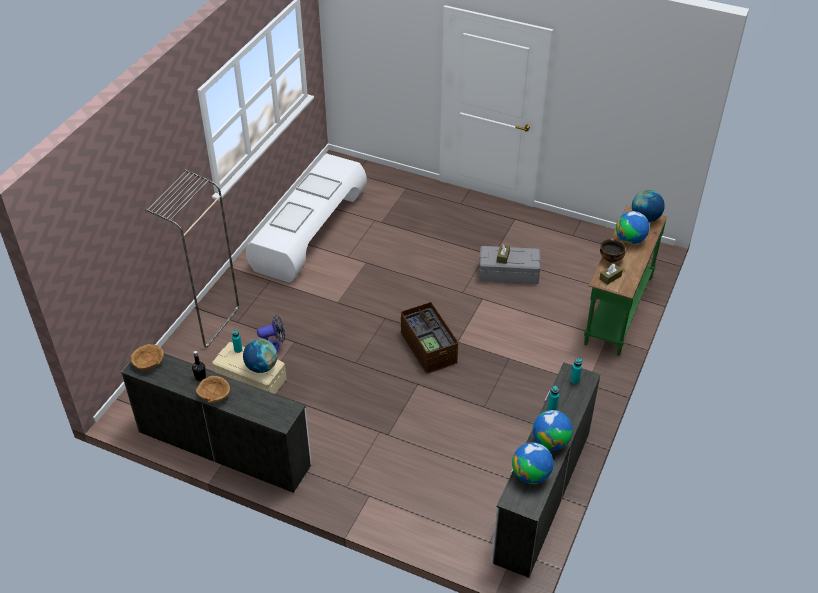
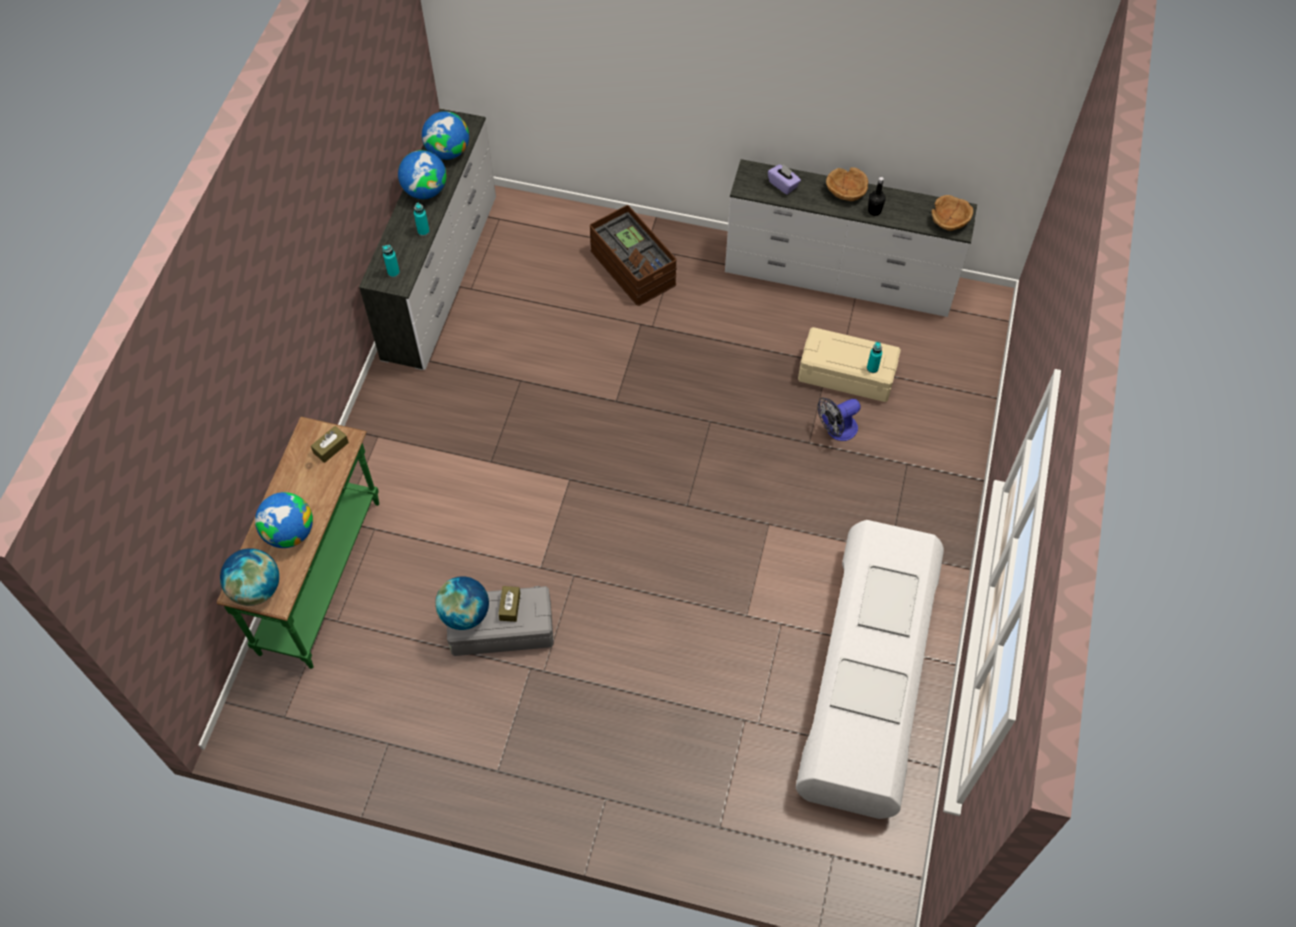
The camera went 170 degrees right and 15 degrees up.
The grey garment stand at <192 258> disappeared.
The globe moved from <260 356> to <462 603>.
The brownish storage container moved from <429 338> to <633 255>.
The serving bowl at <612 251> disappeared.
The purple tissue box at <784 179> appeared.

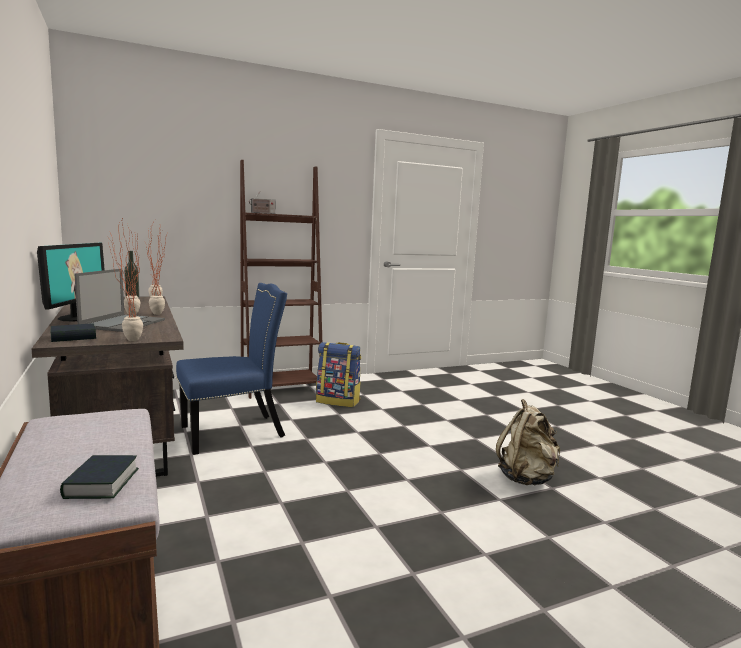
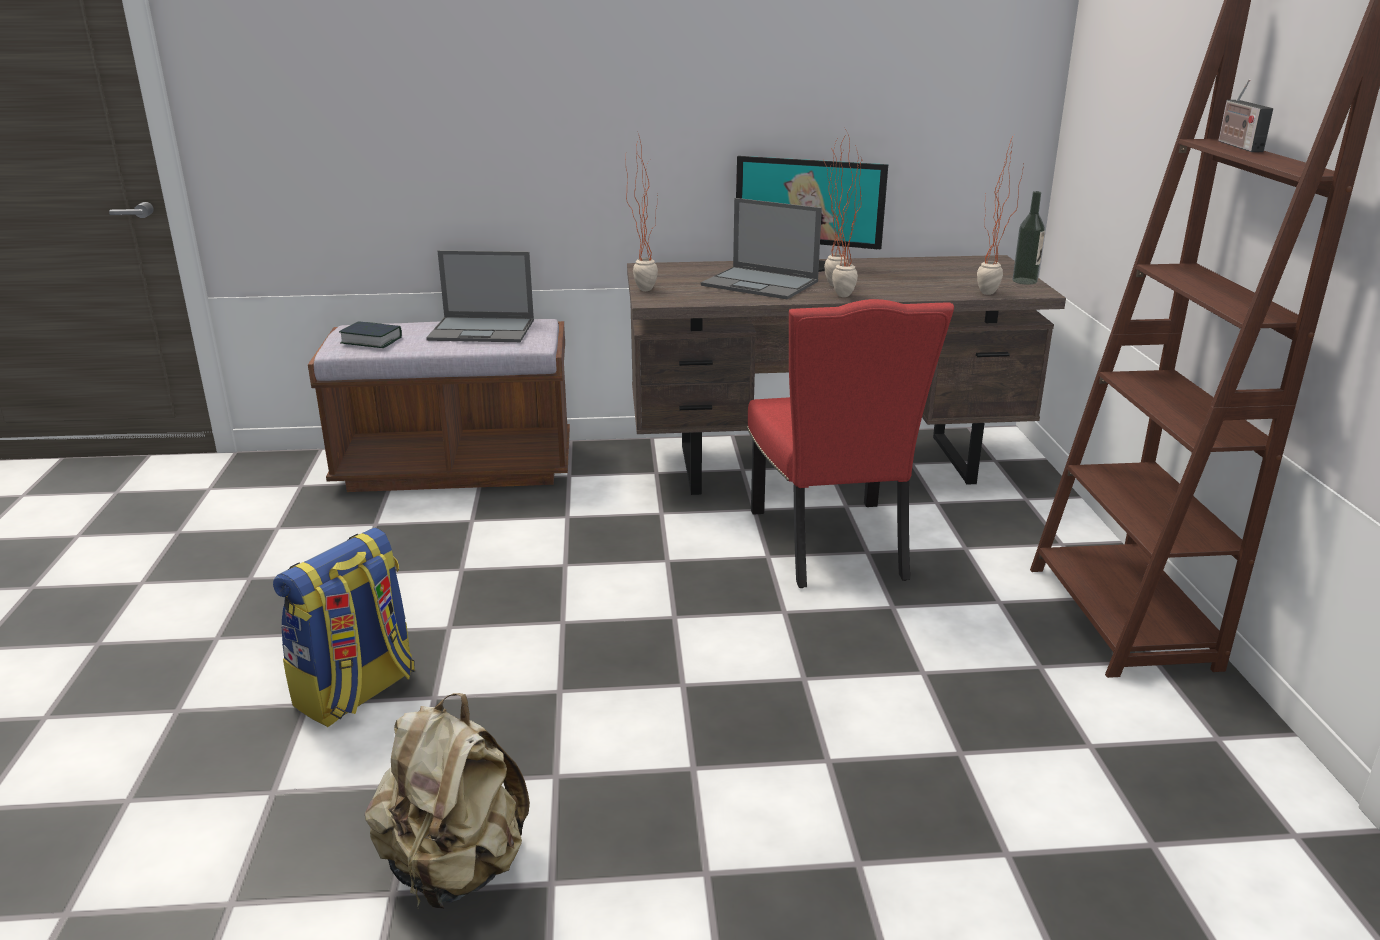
The camera went 110 degrees right and 15 degrees up.
The bound book at <73 332> disappeared.
The blue plain chair at <231 369> became the red plain chair at <850 443>.
The backpack moved from <338 374> to <344 627>.
The portable computer at <480 296> appeared.

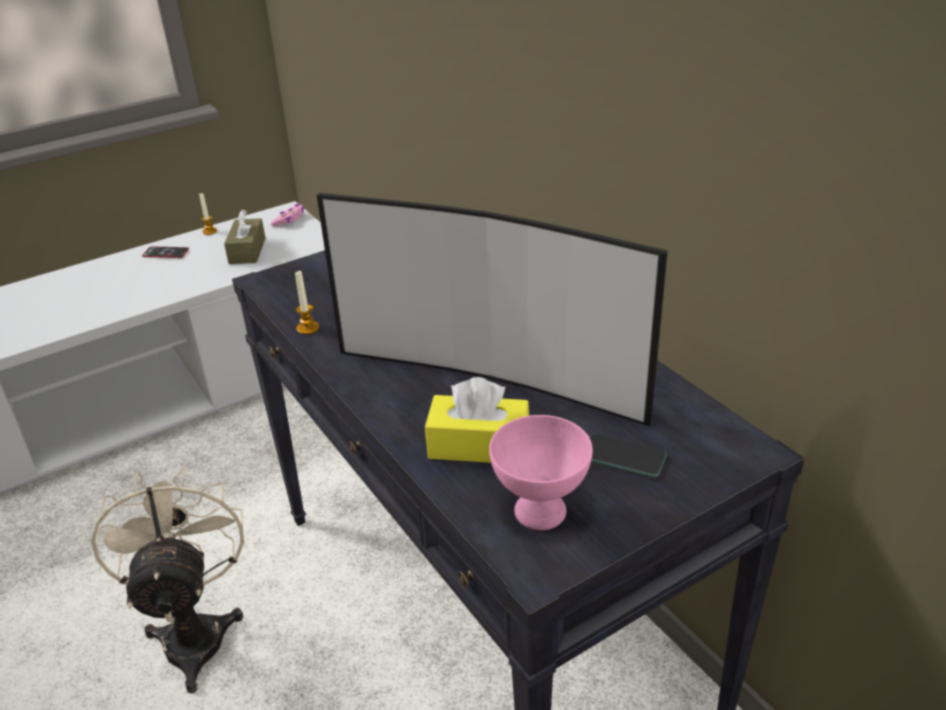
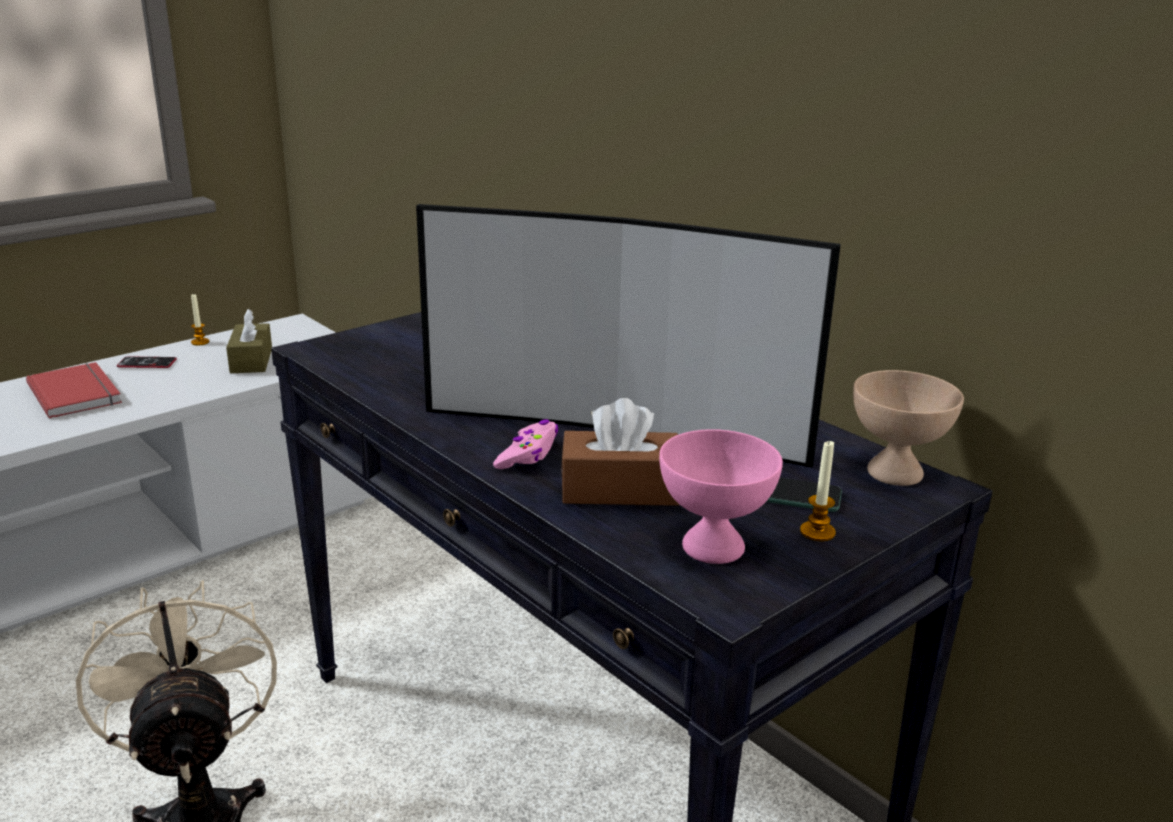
The camera went 10 degrees left and 10 degrees down.
The pink-coloured gamepad moved from <287 215> to <525 444>.
The wax candle moved from <307 303> to <818 490>.
The yellow-coloured tissue box at <477 420> became the brownish tissue box at <620 452>.
The red bound book at <74 390> appeared.
The beige-coloured serving bowl at <908 428> appeared.

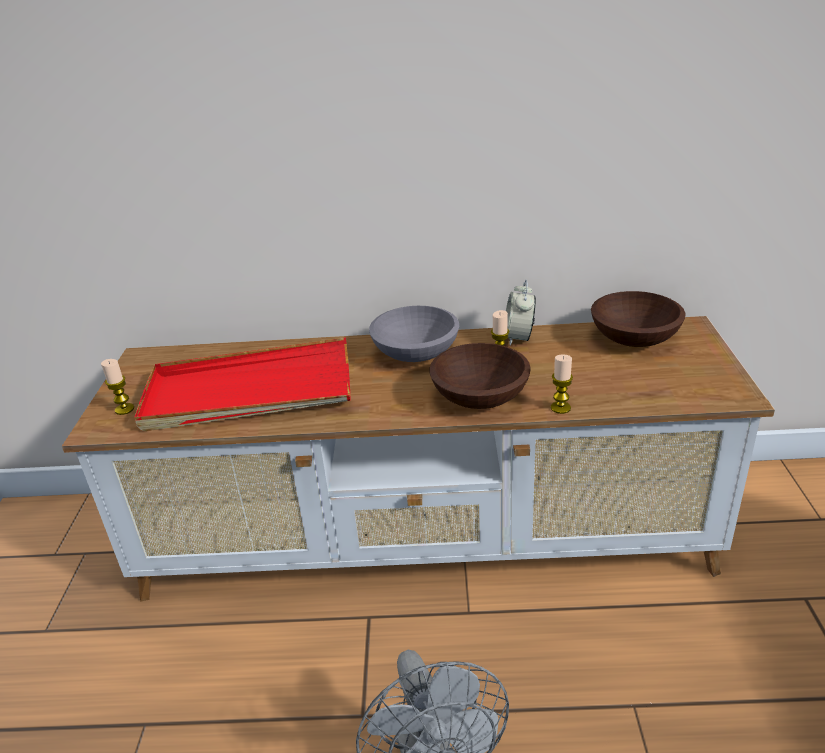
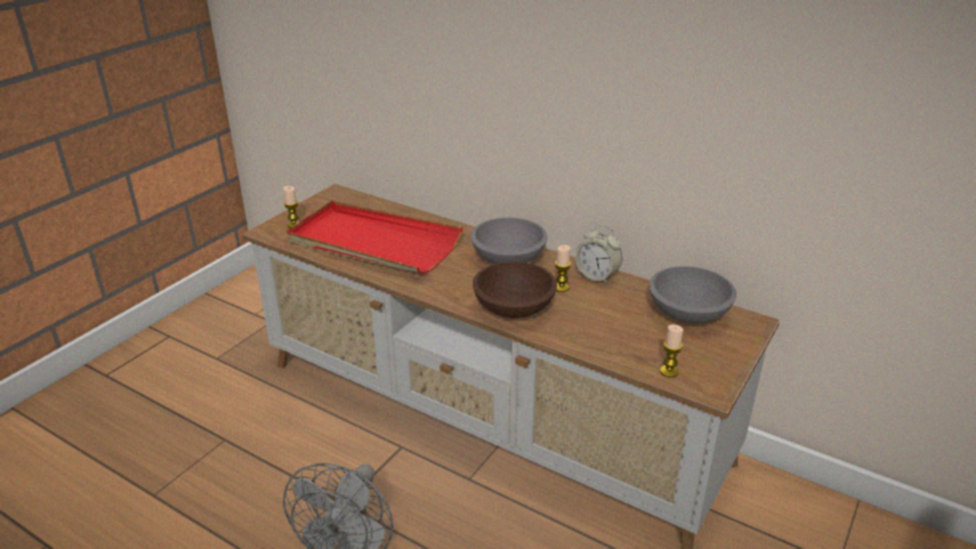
The camera went 30 degrees right and 0 degrees up.
The bedside clock at <521 313> turned 90 degrees counterclockwise.
The wax candle moved from <562 384> to <671 351>.
The brownish serving bowl at <638 319> became the grey serving bowl at <693 295>.

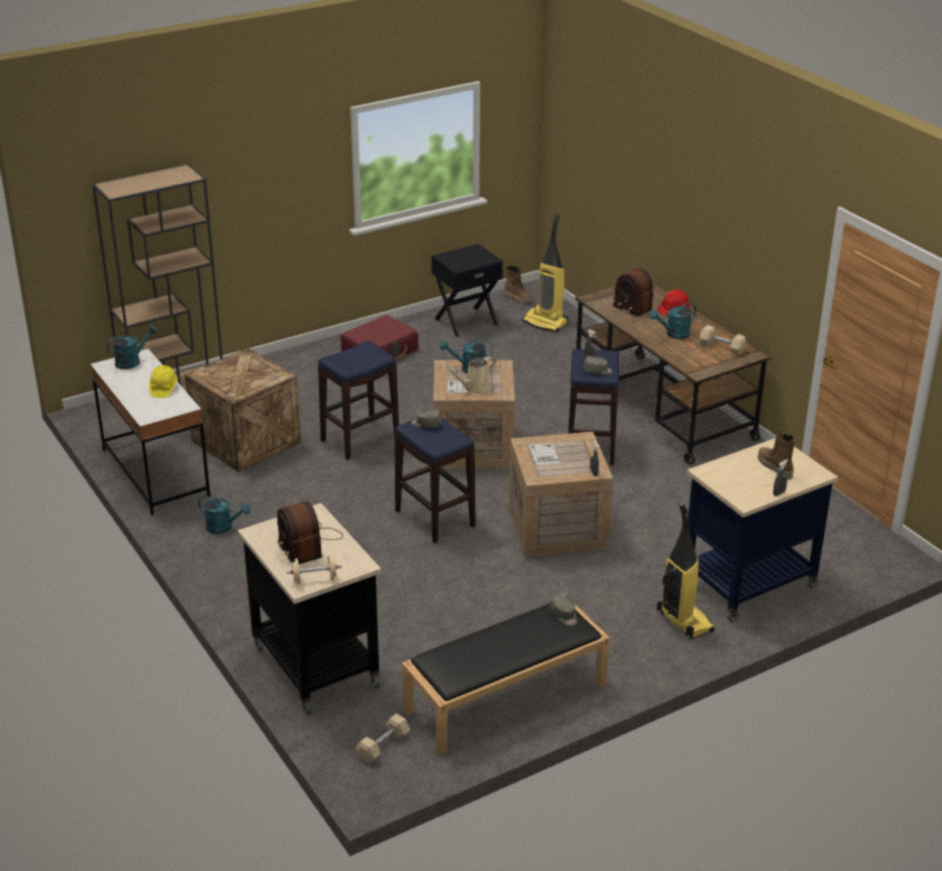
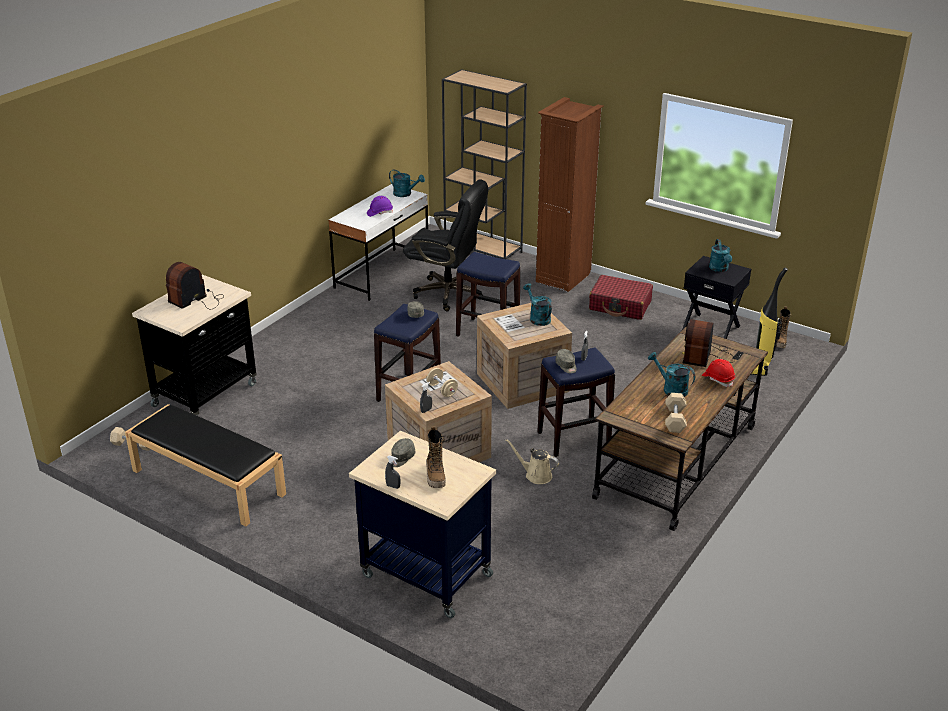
The camera went 65 degrees right and 0 degrees up.
The yellow-coloured hard hat at <163 381> became the purple hard hat at <380 206>.
The shipping crate at <243 410> was replaced by the black office chair at <445 245>.
The blue-green sprinkling can moved from <224 515> to <720 255>.
The beige-coloured dumbbell moved from <314 569> to <442 382>.
The beige-coloured sprinkling can moved from <471 375> to <532 461>.
The grey cap moved from <564 609> to <403 452>.
The vacuum at <686 570> disappeared.
The tall boot at <776 456> turned 135 degrees clockwise.
The brownish cabinet at <570 194> appeared.

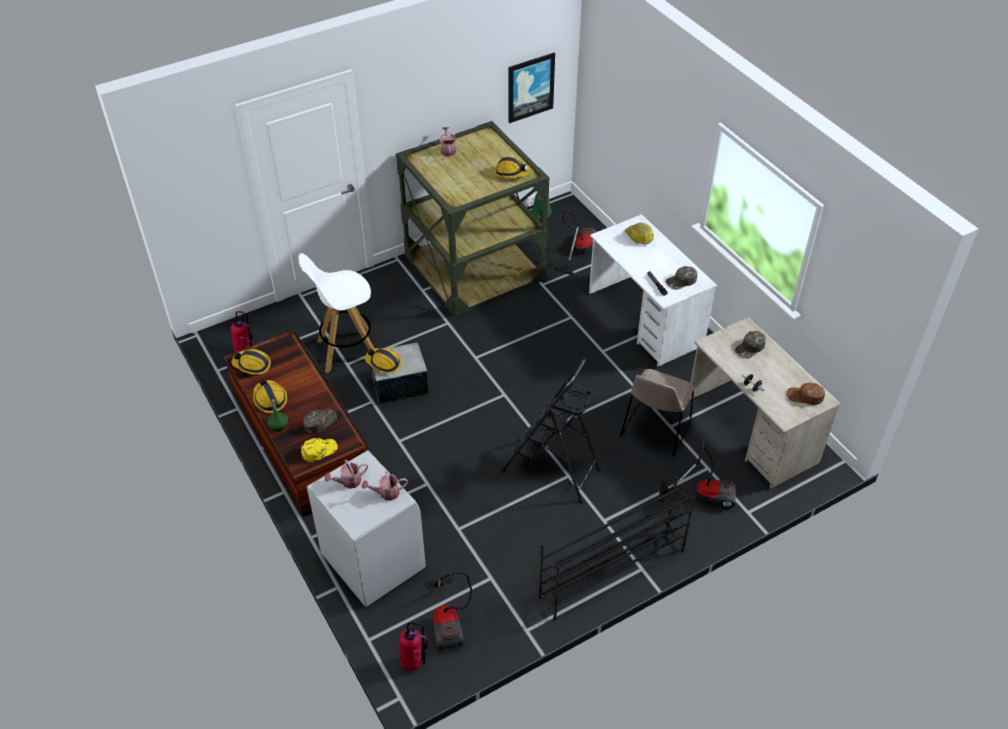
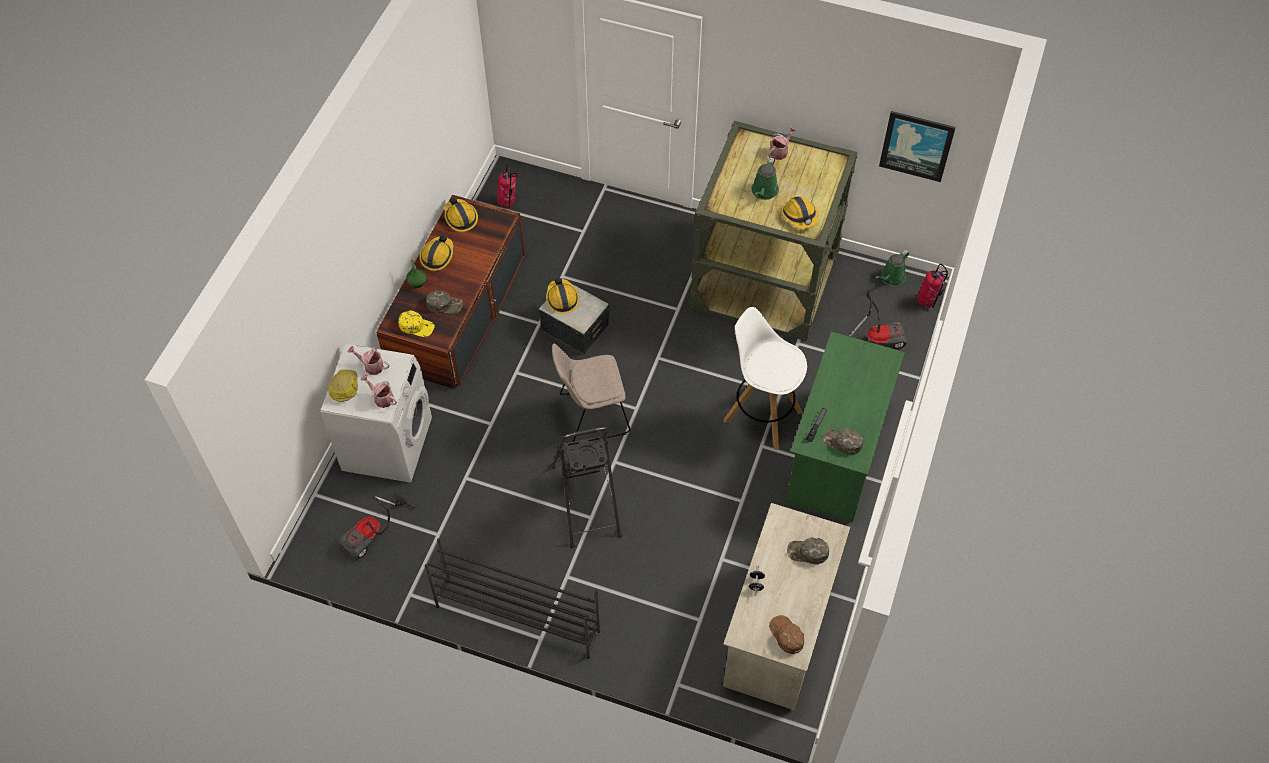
The camera went 50 degrees right and 10 degrees up.
The white stool seat moved from <336 313> to <765 378>.
The fire-fighting cylinder moved from <413 646> to <932 286>.
The white desk unit at <653 290> became the greenish desk unit at <845 426>.
The beige-coloured plain chair moved from <657 413> to <591 393>.
The hard hat moved from <639 233> to <343 385>.
The vacuum at <697 474> disappeared.
The greenish sprinkling can at <765 179> appeared.

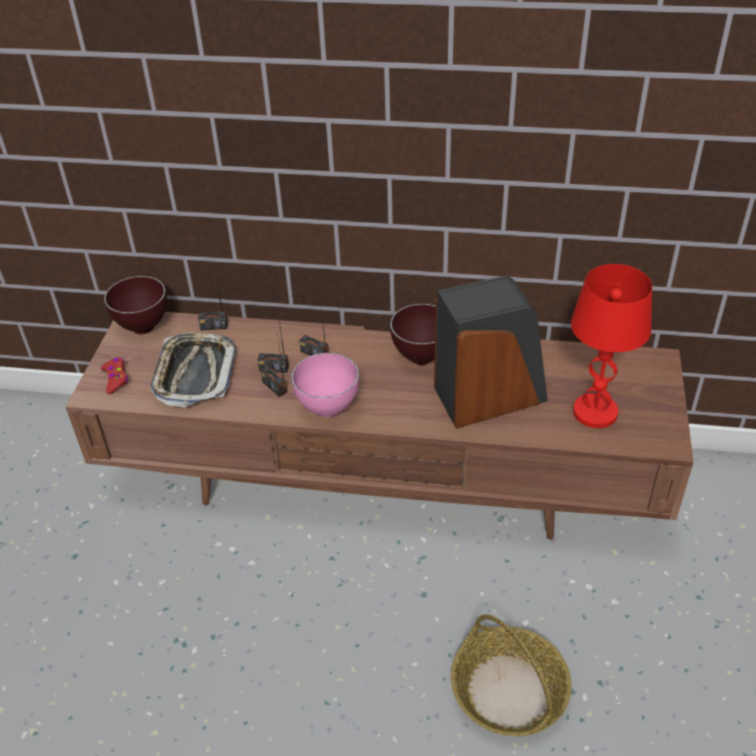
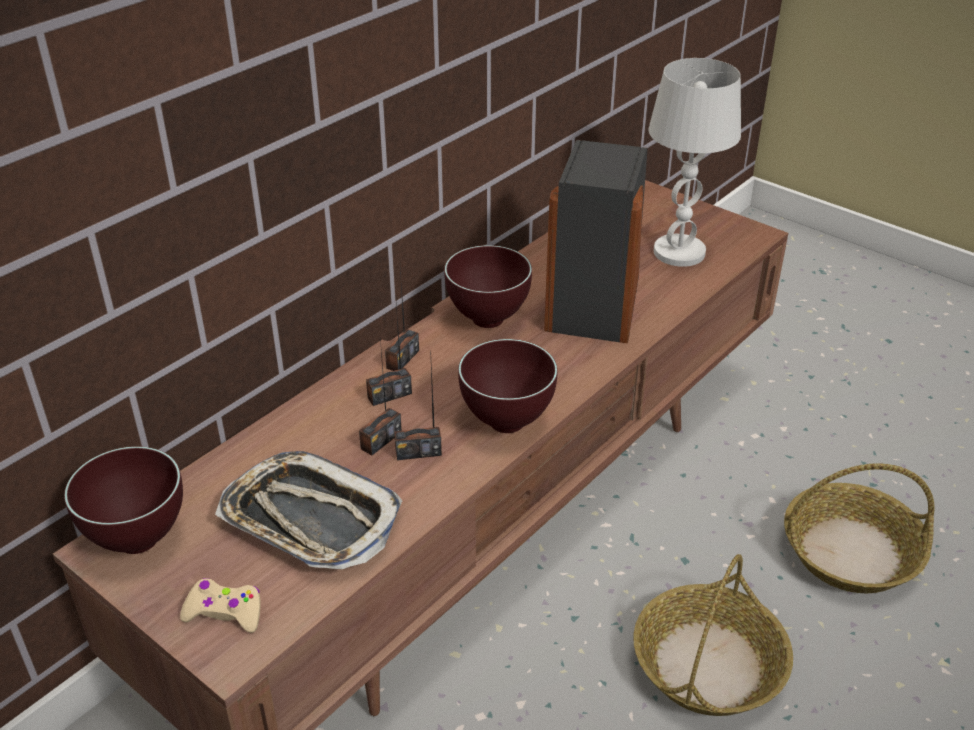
The camera went 60 degrees left and 5 degrees down.
The red gamepad at <114 375> became the beige-coloured gamepad at <220 605>.
The radio moved from <213 298> to <402 318>.
The pink-coloured serving bowl at <325 385> became the brownish serving bowl at <508 386>.
The red table lamp at <611 346> became the white table lamp at <694 162>.
The basket at <713 635> appeared.

